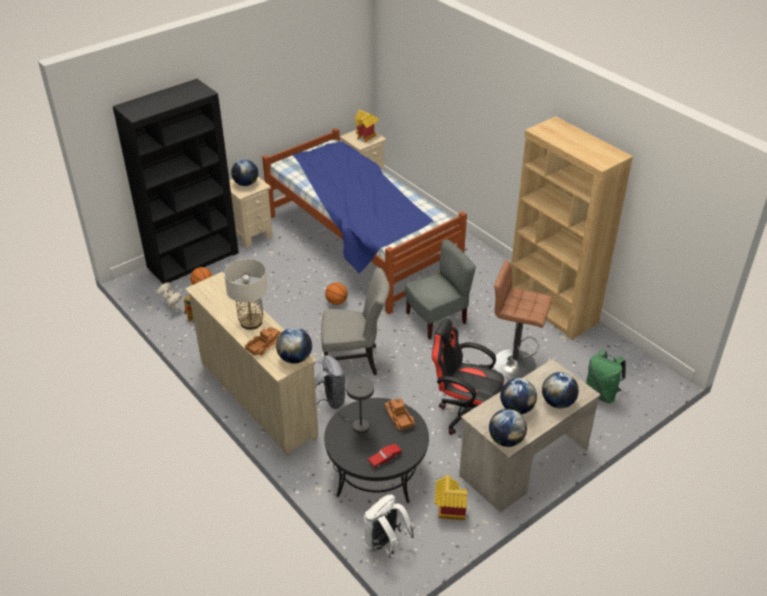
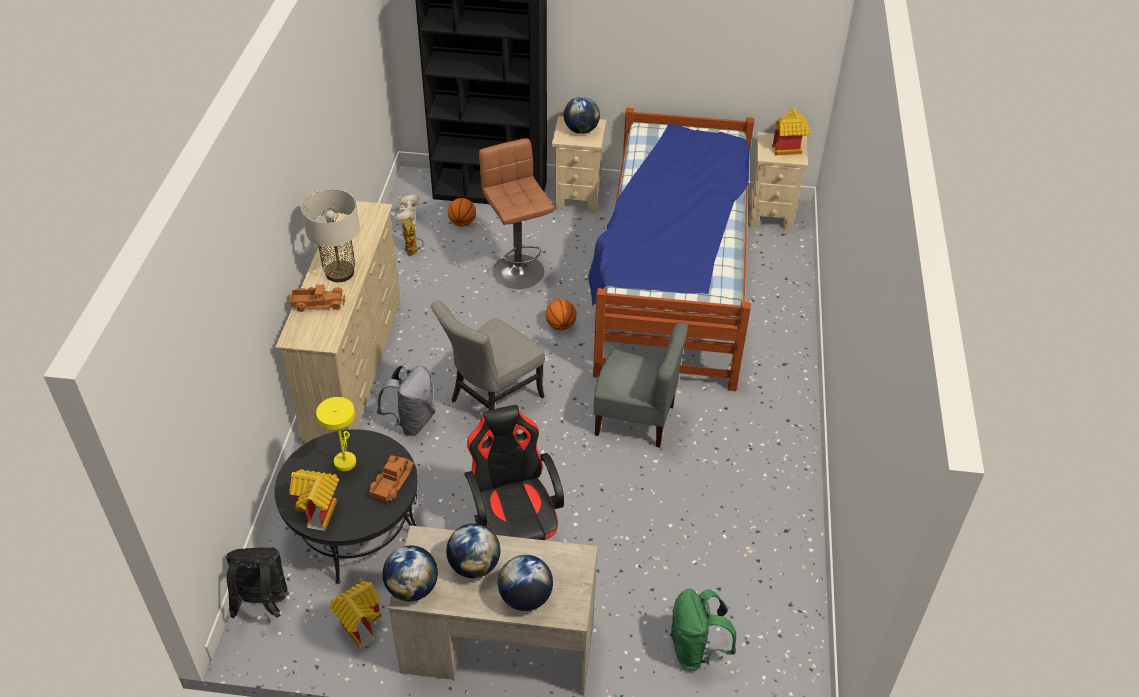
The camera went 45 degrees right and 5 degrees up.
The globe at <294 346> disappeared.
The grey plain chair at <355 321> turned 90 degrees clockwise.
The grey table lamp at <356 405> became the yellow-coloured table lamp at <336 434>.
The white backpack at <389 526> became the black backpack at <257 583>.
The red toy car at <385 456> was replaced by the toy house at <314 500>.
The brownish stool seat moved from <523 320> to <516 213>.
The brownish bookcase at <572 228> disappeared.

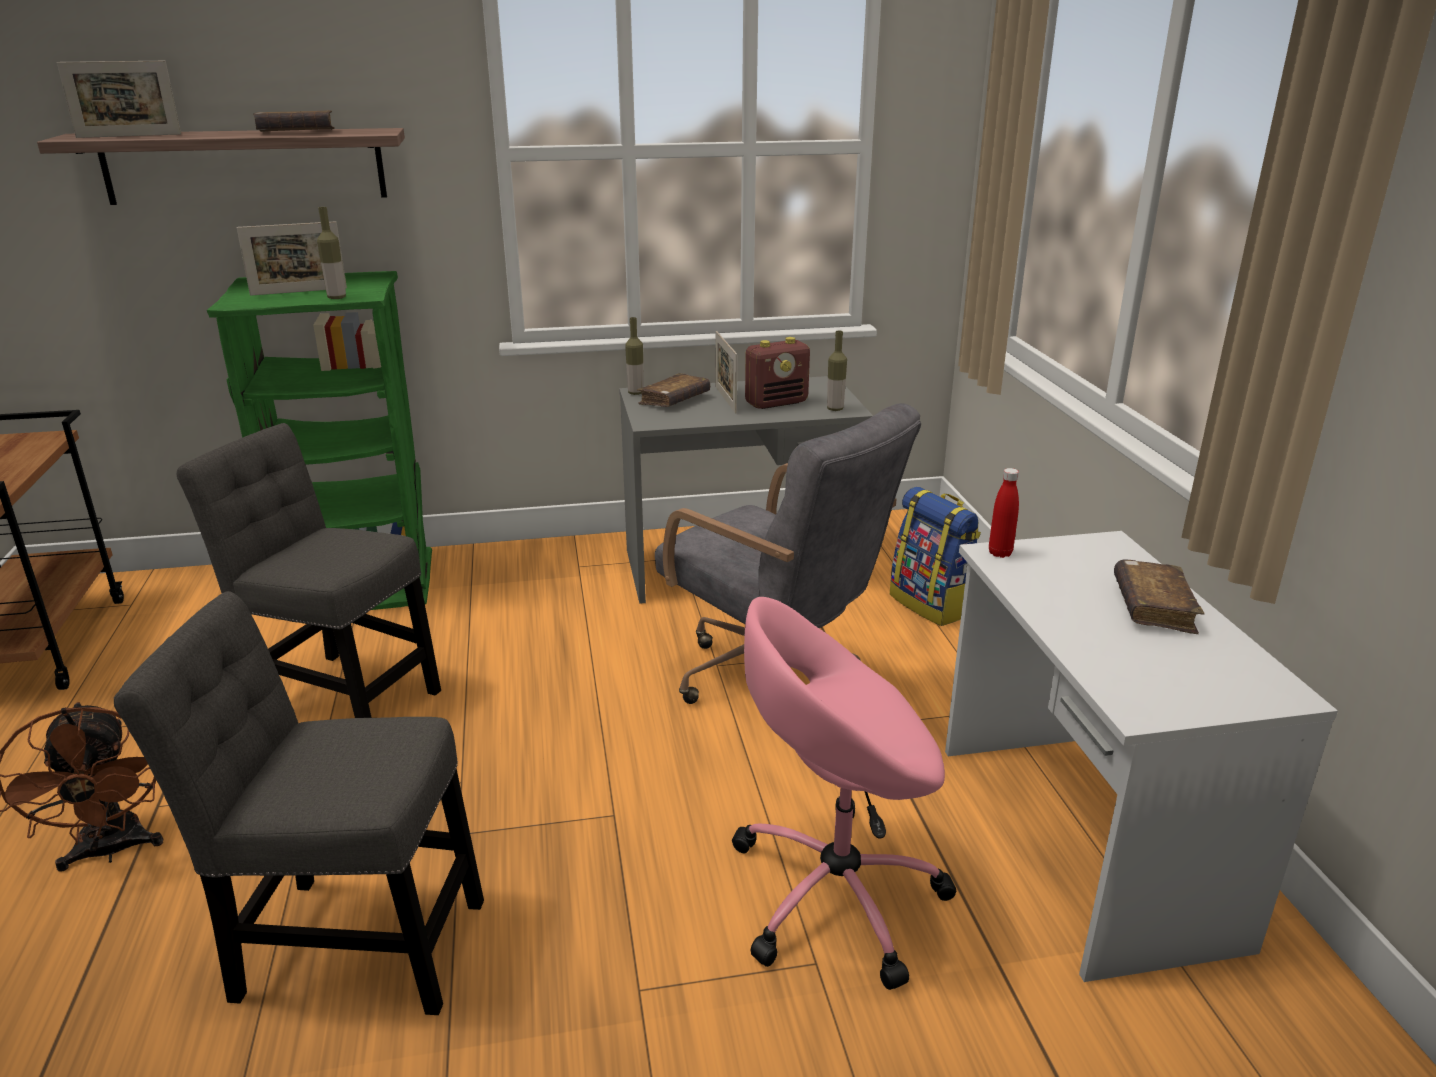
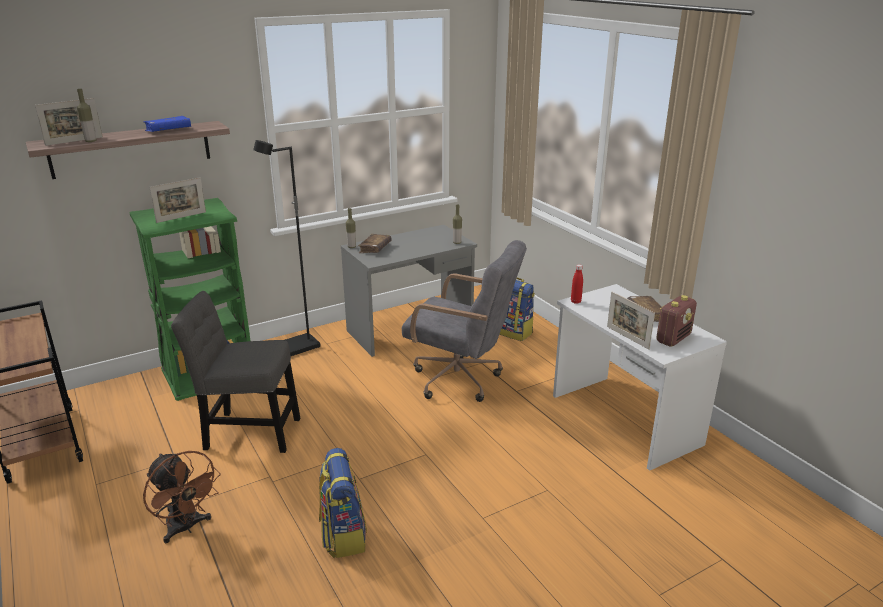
The camera went 20 degrees left and 0 degrees up.
The grey plain chair at <299 803> was replaced by the backpack at <343 503>.
The brownish bound book at <294 121> became the blue bound book at <167 124>.
The bottle moved from <331 253> to <87 115>.
The standing frame moved from <726 372> to <631 321>.
The pink-coloured office chair at <844 793> disappeared.
The radio moved from <777 373> to <676 321>.
The black standard lamp at <287 248> appeared.

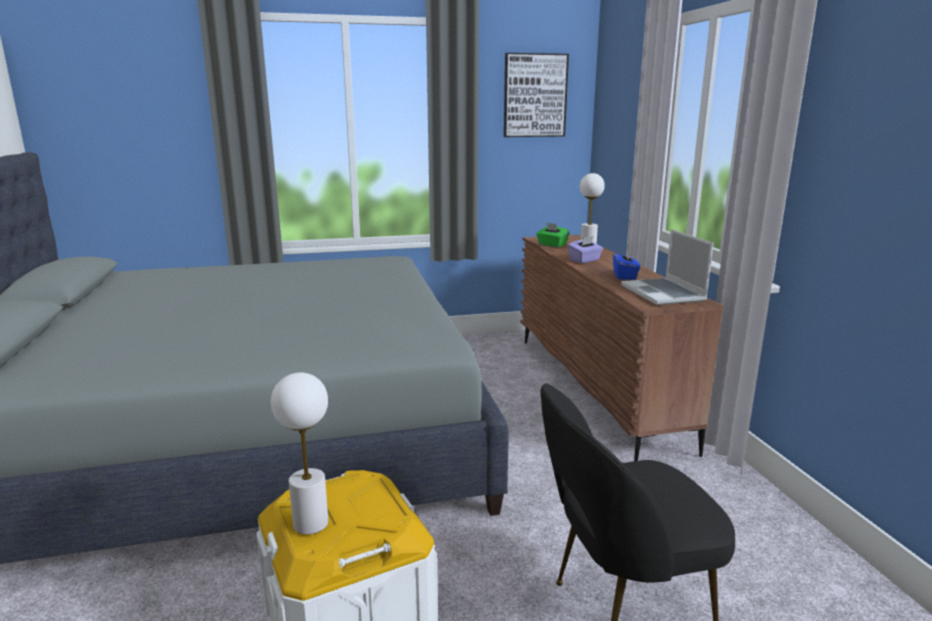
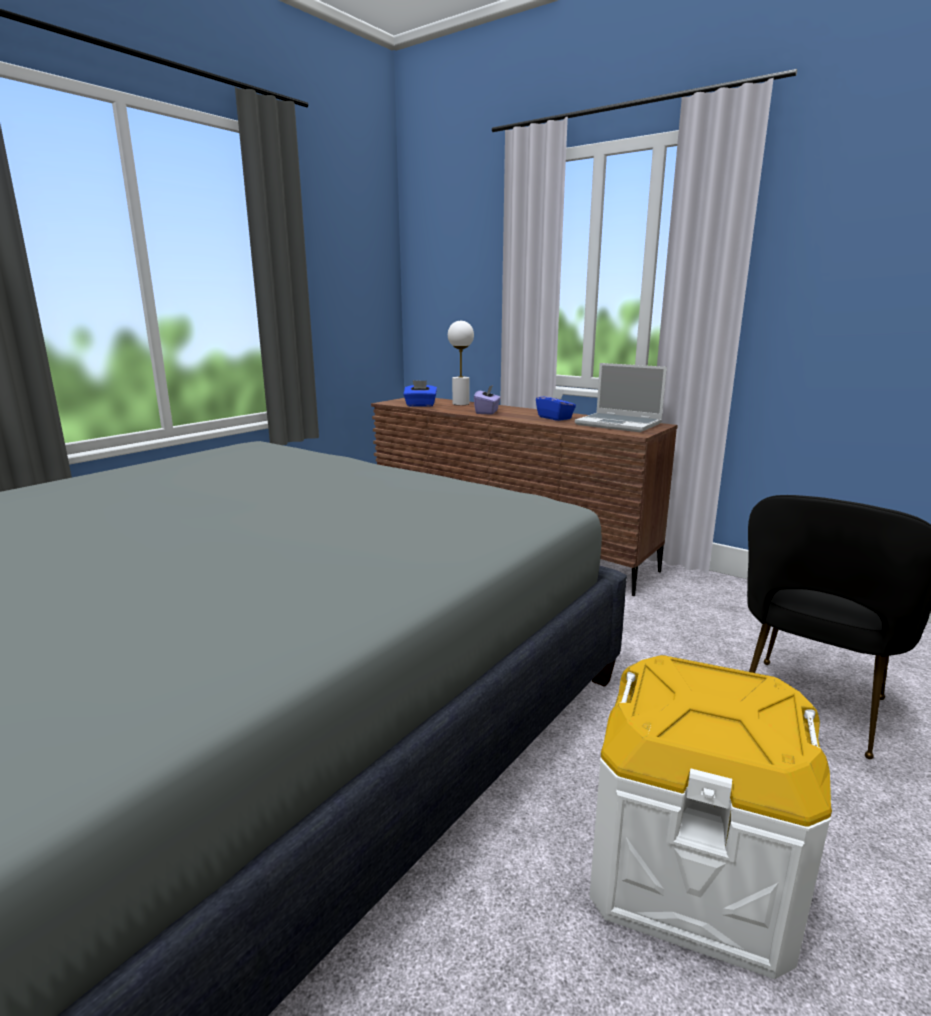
The camera went 40 degrees left and 0 degrees up.
The white table lamp at <299 454> disappeared.
The wall art at <536 95> disappeared.
The greenish tissue box at <553 234> became the blue tissue box at <420 393>.

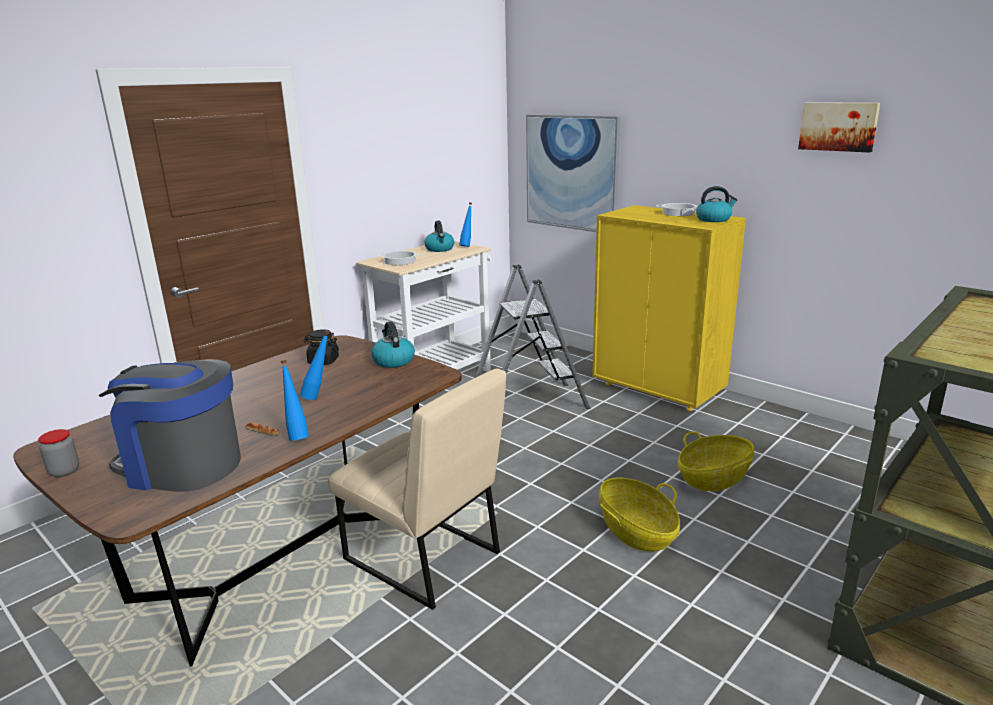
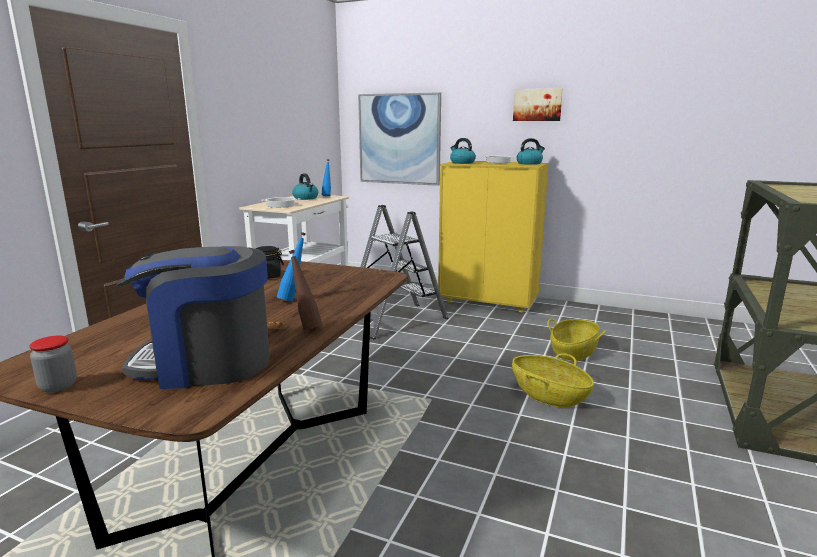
The camera went 20 degrees left and 5 degrees down.
The blue bottle at <295 400> became the brownish bottle at <306 290>.
The beige-coloured plain chair at <417 489> disappeared.
The kettle moved from <393 345> to <463 151>.
The wall art moved from <839 127> to <538 104>.

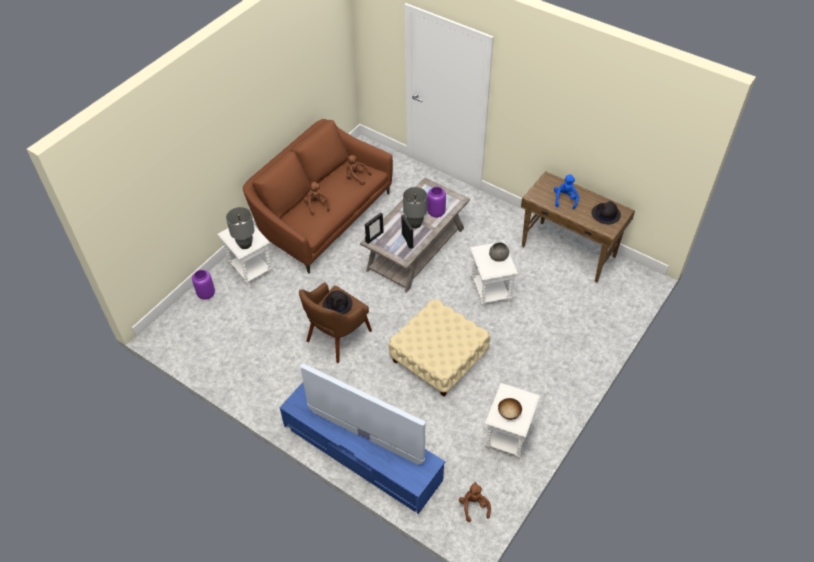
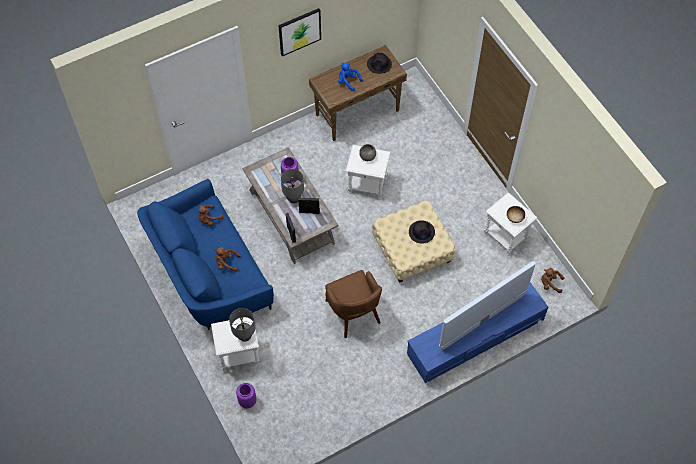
The camera went 65 degrees left and 10 degrees up.
The brownish settee at <318 196> became the blue settee at <205 254>.
The black wearable hat moved from <337 302> to <422 231>.
The wall art at <299 32> appeared.

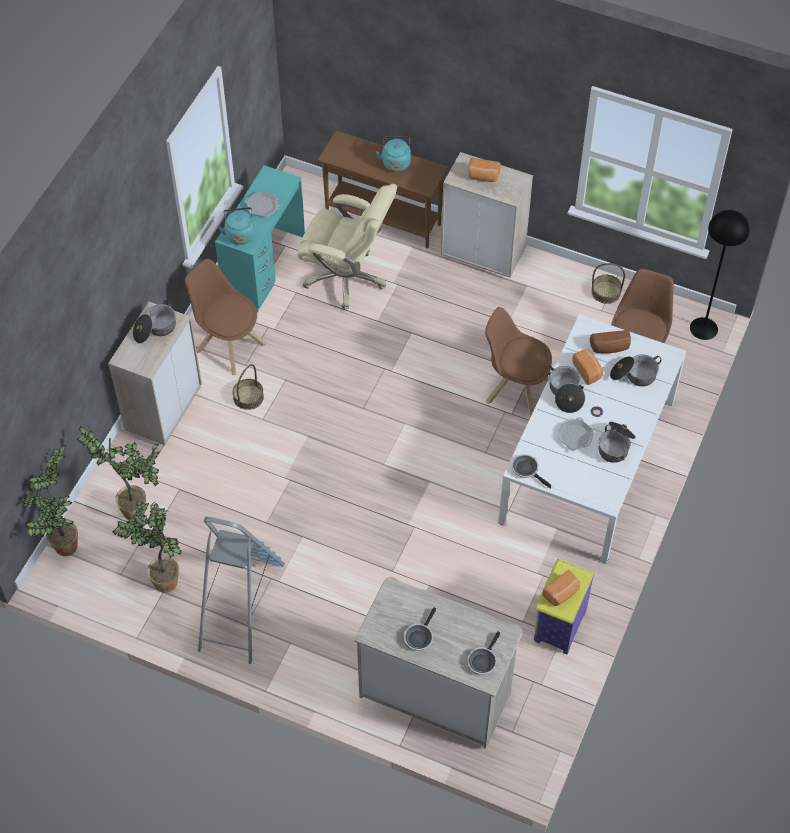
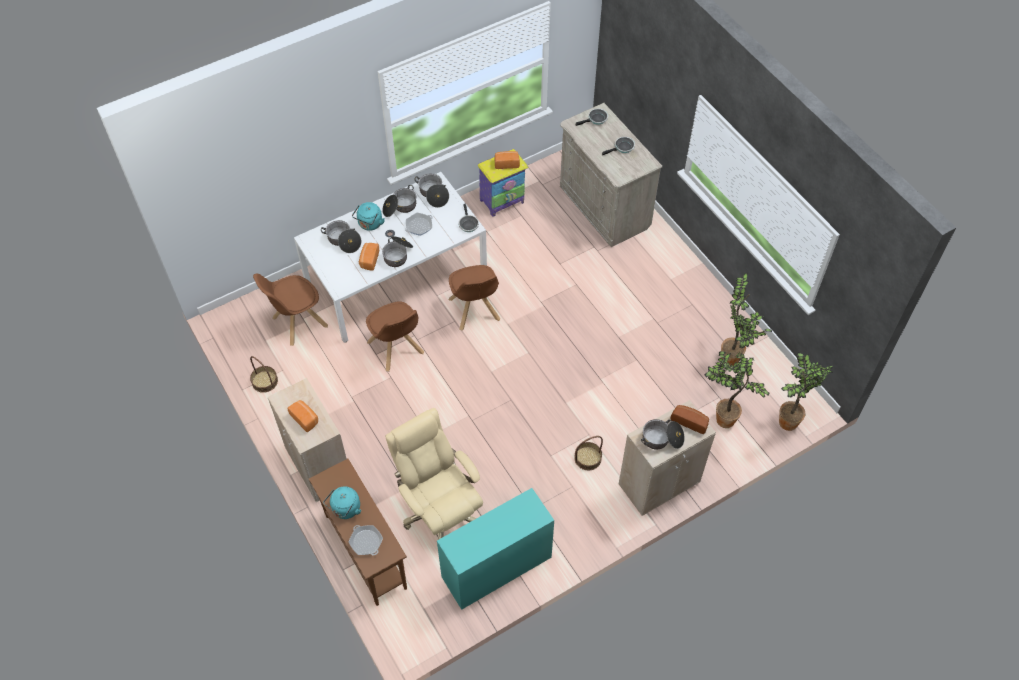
The camera went 145 degrees left and 0 degrees up.
The brownish plain chair moved from <225 317> to <474 298>.
The grey step ladder at <241 590> disappeared.
The blue-green kettle moved from <236 226> to <368 216>.
The pan moved from <263 204> to <366 540>.
The bread moved from <610 341> to <690 419>.
The black standard lamp at <720 275> disappeared.
The stockpot at <432 191> appeared.

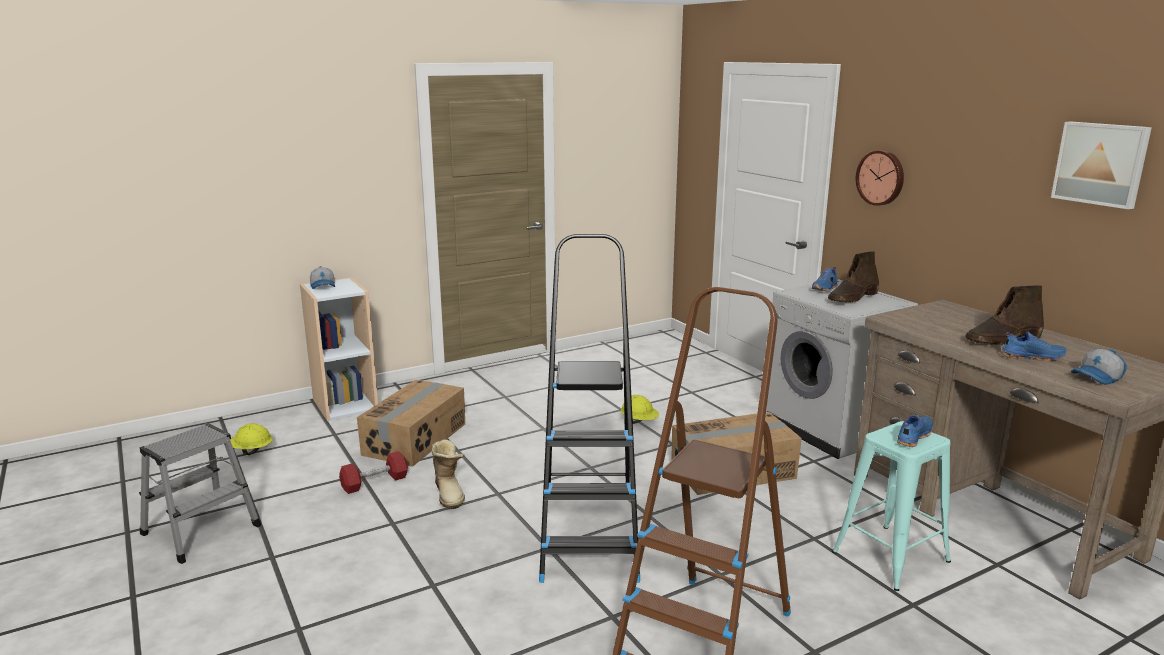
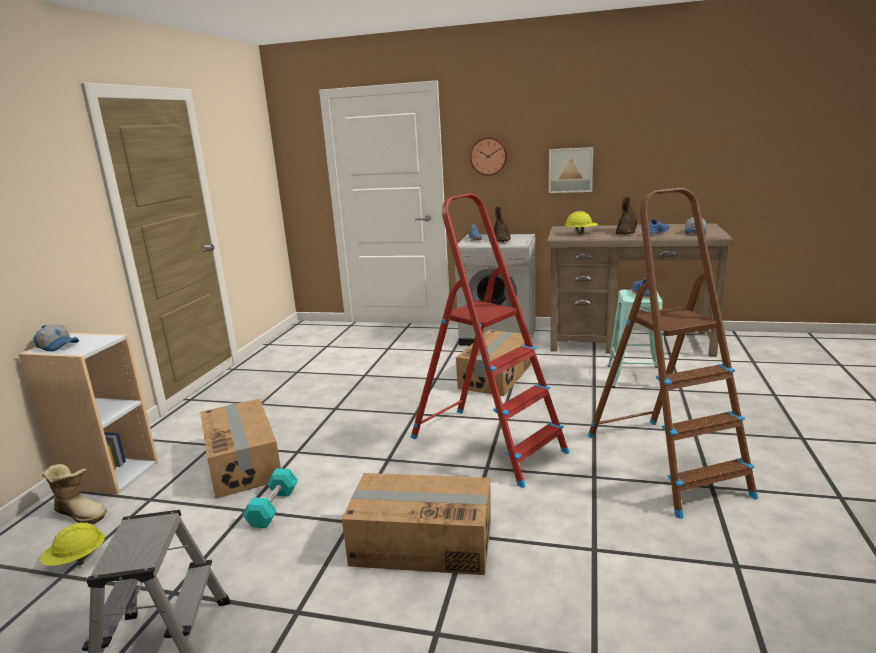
The camera went 45 degrees left and 0 degrees up.
The red dumbbell at <373 472> became the blue-green dumbbell at <270 498>.
The tall boot moved from <448 474> to <74 494>.
The black step ladder at <589 408> became the red step ladder at <490 340>.
The yellow-coloured hard hat moved from <640 409> to <581 222>.
The wall art moved from <1101 165> to <571 170>.
The cardboard box at <416 524> appeared.

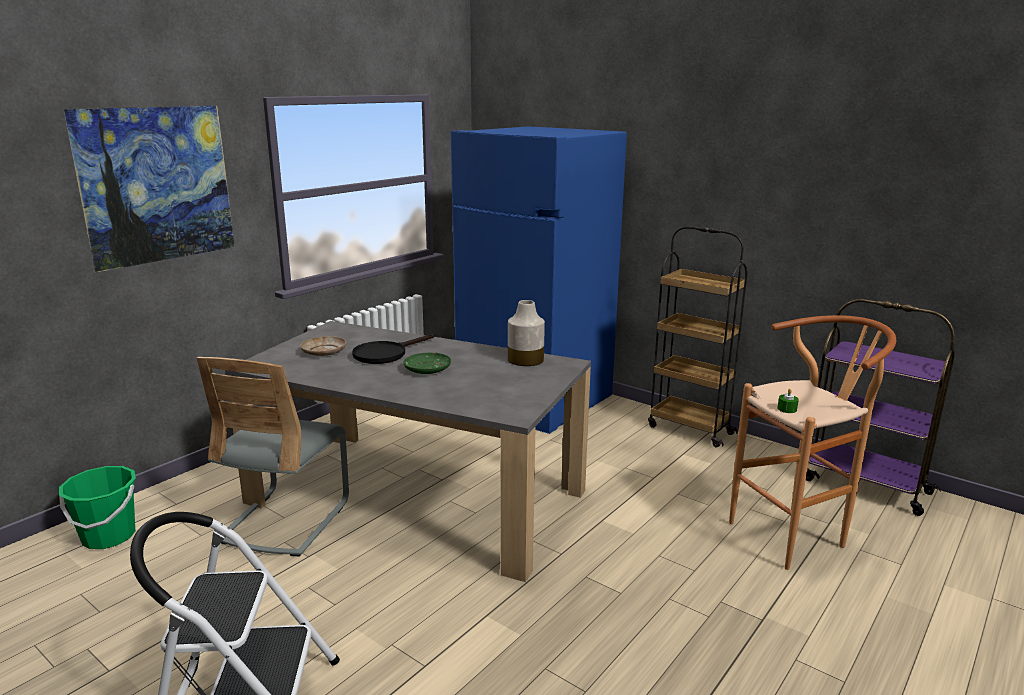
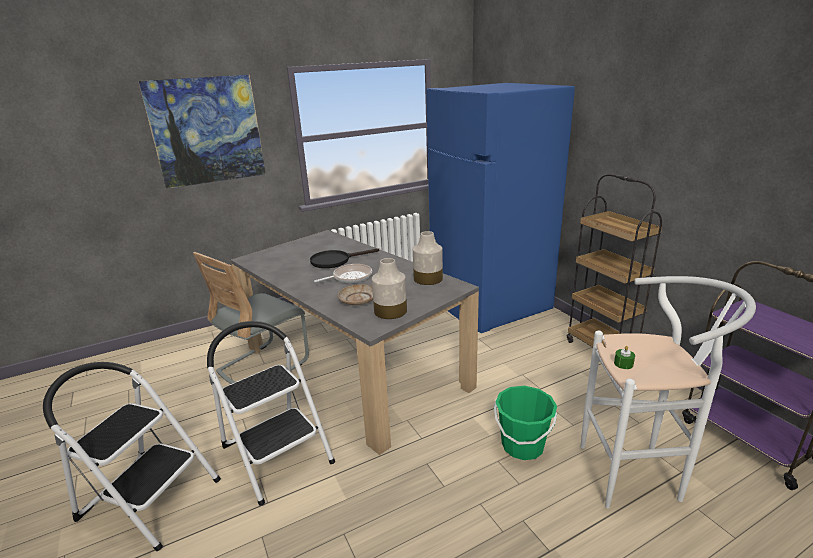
The camera went 25 degrees right and 5 degrees up.
The greenish water bucket moved from <97 507> to <525 423>.
The beige-coloured dinner plate moved from <323 346> to <355 295>.
The greenish dinner plate at <427 363> was replaced by the pan at <343 273>.
The brownish stool seat at <812 442> became the white stool seat at <668 392>.
The step ladder at <271 413> appeared.
The beige-coloured flower vase at <389 288> appeared.

